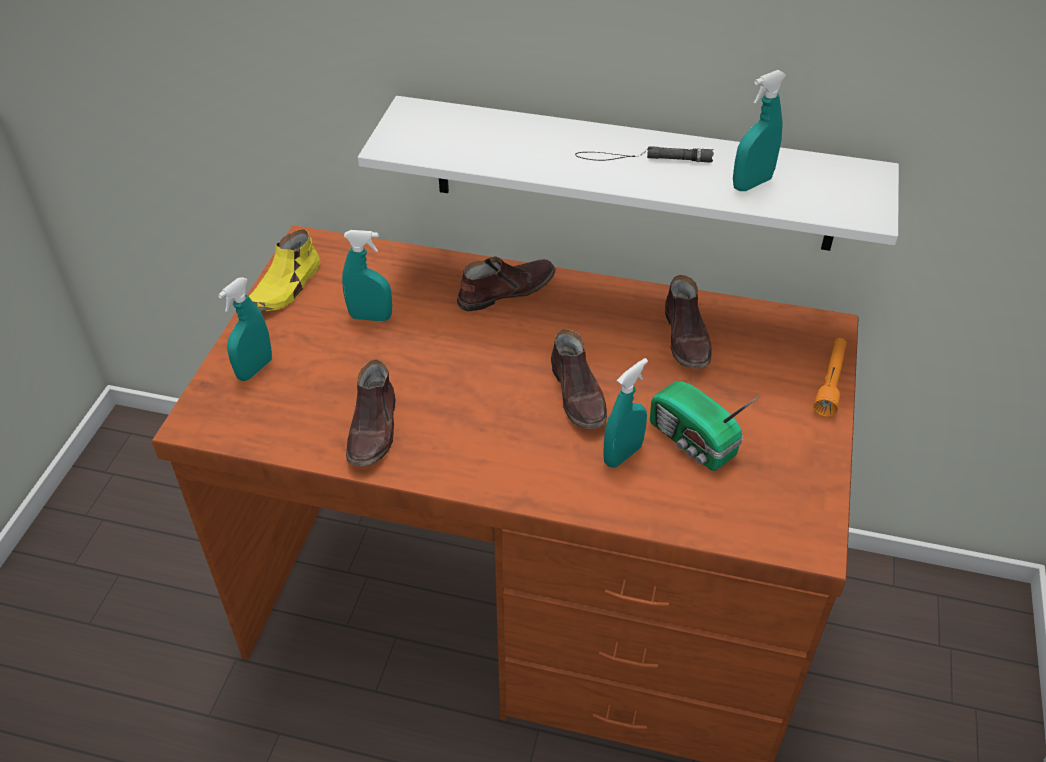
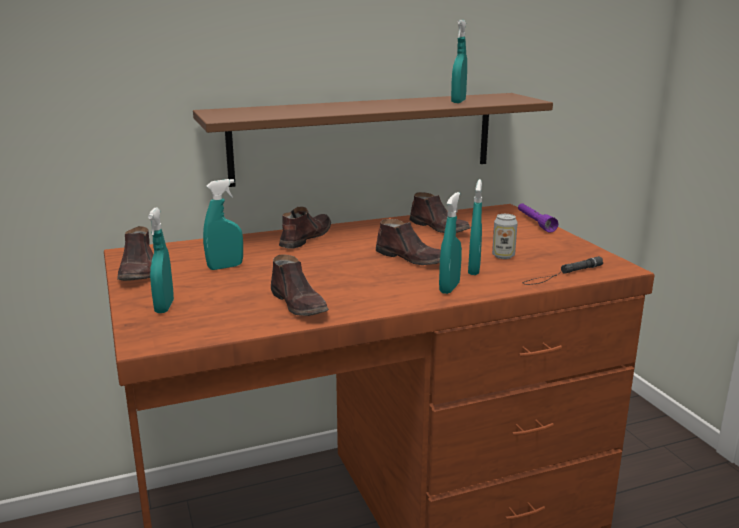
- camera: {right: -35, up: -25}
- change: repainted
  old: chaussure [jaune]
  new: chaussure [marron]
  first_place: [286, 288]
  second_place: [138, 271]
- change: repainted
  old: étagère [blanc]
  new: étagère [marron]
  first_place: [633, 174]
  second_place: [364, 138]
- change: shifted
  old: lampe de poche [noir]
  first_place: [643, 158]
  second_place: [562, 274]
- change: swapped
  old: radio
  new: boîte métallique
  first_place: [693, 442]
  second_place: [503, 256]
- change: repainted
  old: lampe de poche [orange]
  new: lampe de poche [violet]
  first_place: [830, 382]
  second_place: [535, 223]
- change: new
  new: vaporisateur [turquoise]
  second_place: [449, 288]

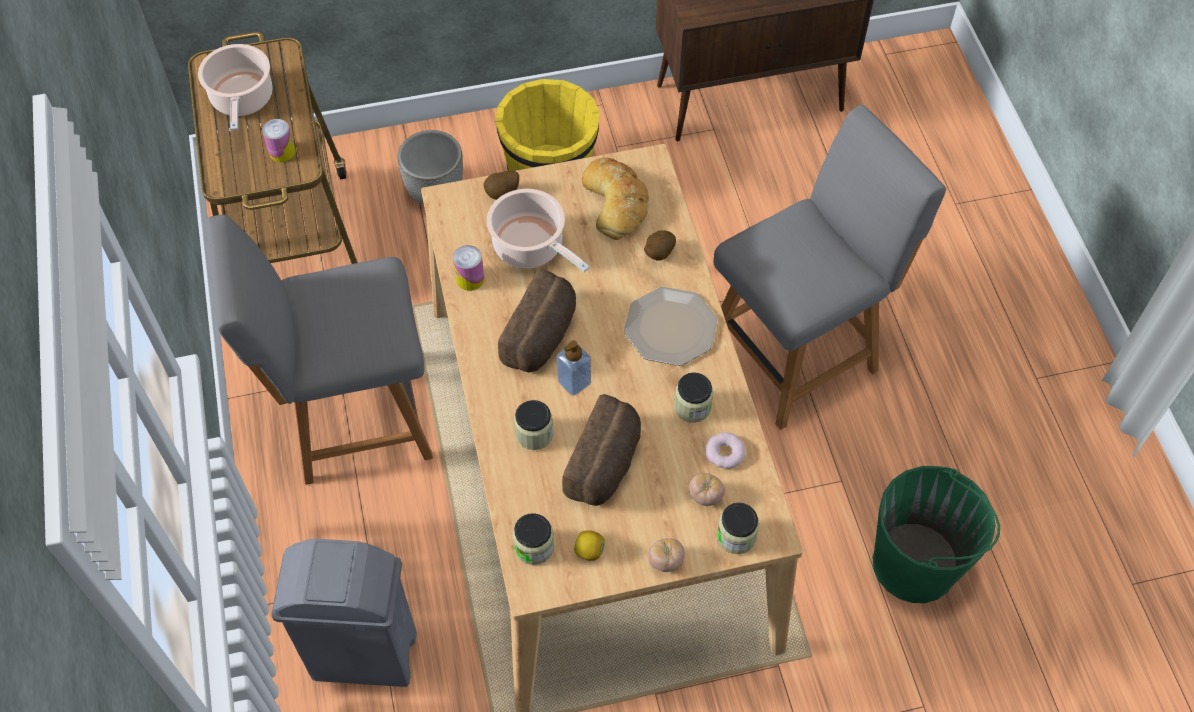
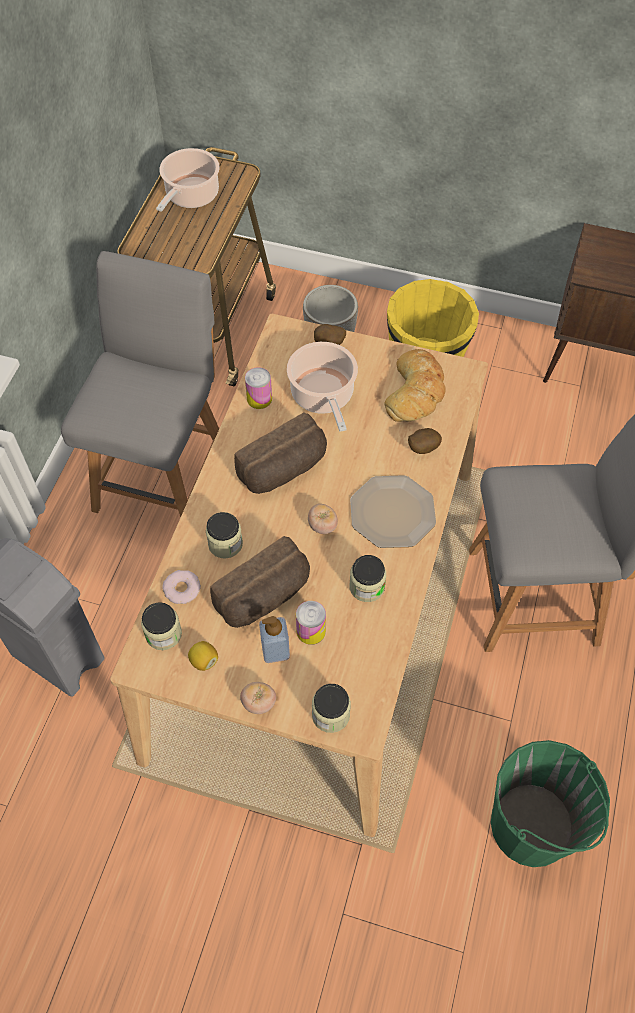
- camera: {right: 30, up: 0}
- change: rotated
  old: chaise [gris]
  first_place: [353, 418]
  second_place: [164, 477]
  degrees: 90
- change: shifted
  old: boîte métallique
  first_place: [282, 152]
  second_place: [311, 631]
- change: shifted
  old: distributeur de savon
  first_place: [574, 382]
  second_place: [275, 650]
- change: shifted
  old: tomate
  first_place: [705, 496]
  second_place: [322, 526]
- change: shifted
  old: beignet
  first_place: [725, 453]
  second_place: [181, 589]

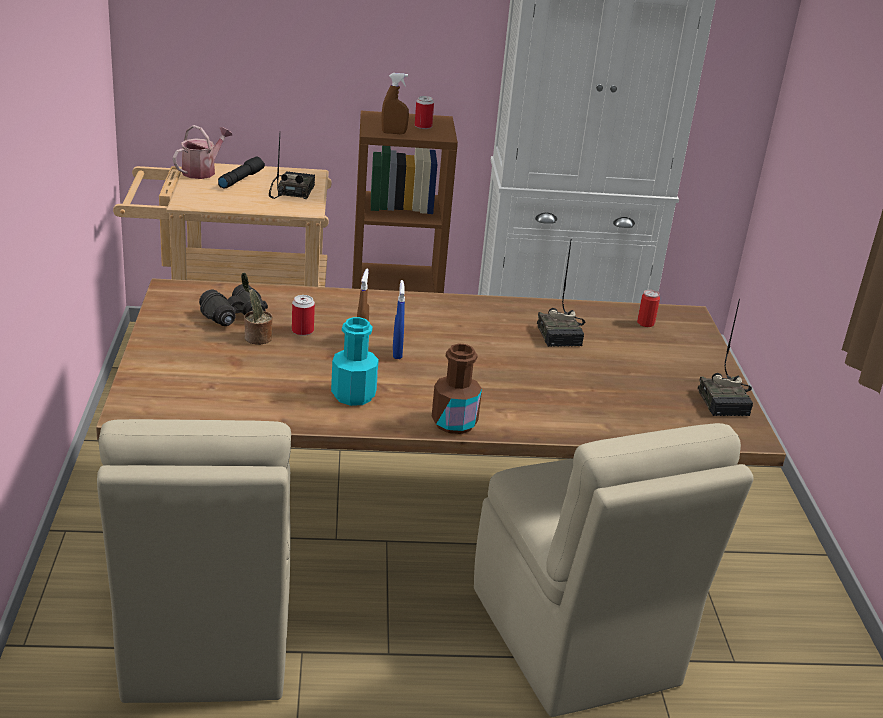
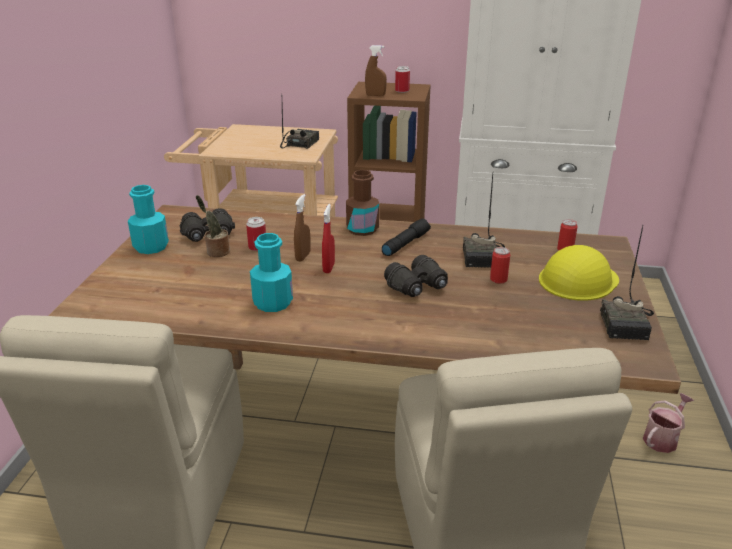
- camera: {right: 15, up: 0}
- change: shifted
  old: arrosoir
  first_place: [202, 171]
  second_place: [662, 438]
- change: shifted
  old: lampe de poche [noir]
  first_place: [240, 179]
  second_place: [405, 243]
- change: repainted
  old: vaporisateur [bleu]
  new: vaporisateur [rouge]
  first_place: [397, 353]
  second_place: [328, 268]
- change: shifted
  old: bouteille [marron]
  first_place: [454, 423]
  second_place: [362, 229]
- change: new
  new: bouteille [turquoise]
  second_place: [151, 247]
- change: new
  new: jumelles [noir]
  second_place: [418, 287]
- change: new
  new: boîte métallique
  second_place: [498, 279]
- change: new
  new: casque de chantier [jaune]
  second_place: [578, 280]

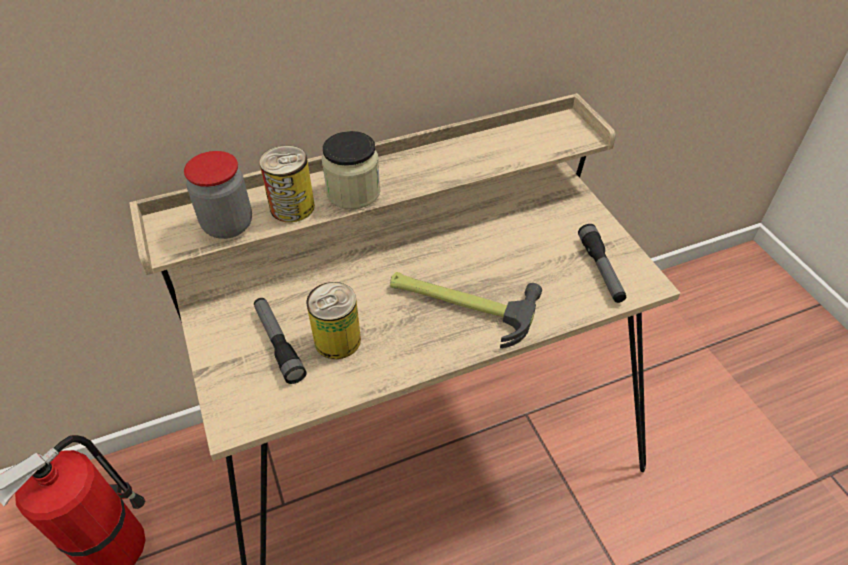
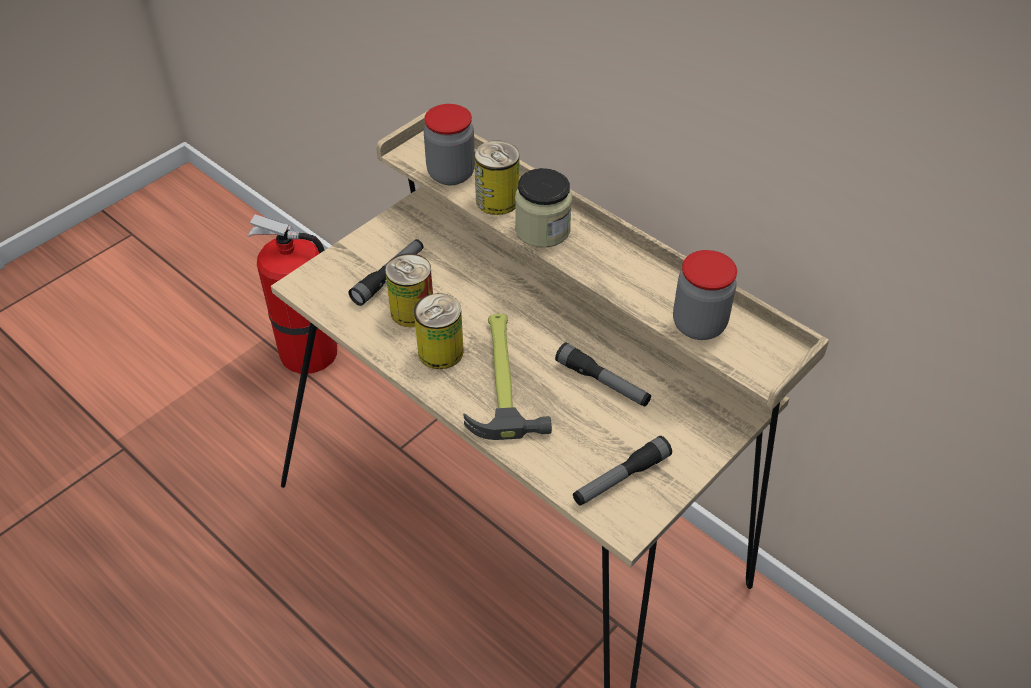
- camera: {right: 65, up: 0}
- change: new
  new: boîte métallique
  second_place: [440, 352]
- change: new
  new: lampe de poche
  second_place: [602, 382]
- change: new
  new: bocal
  second_place: [699, 325]

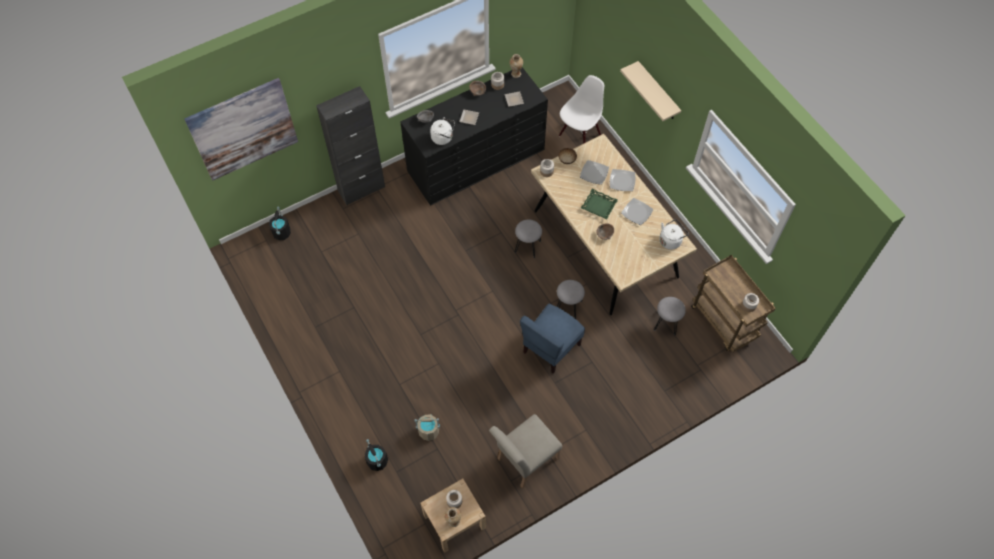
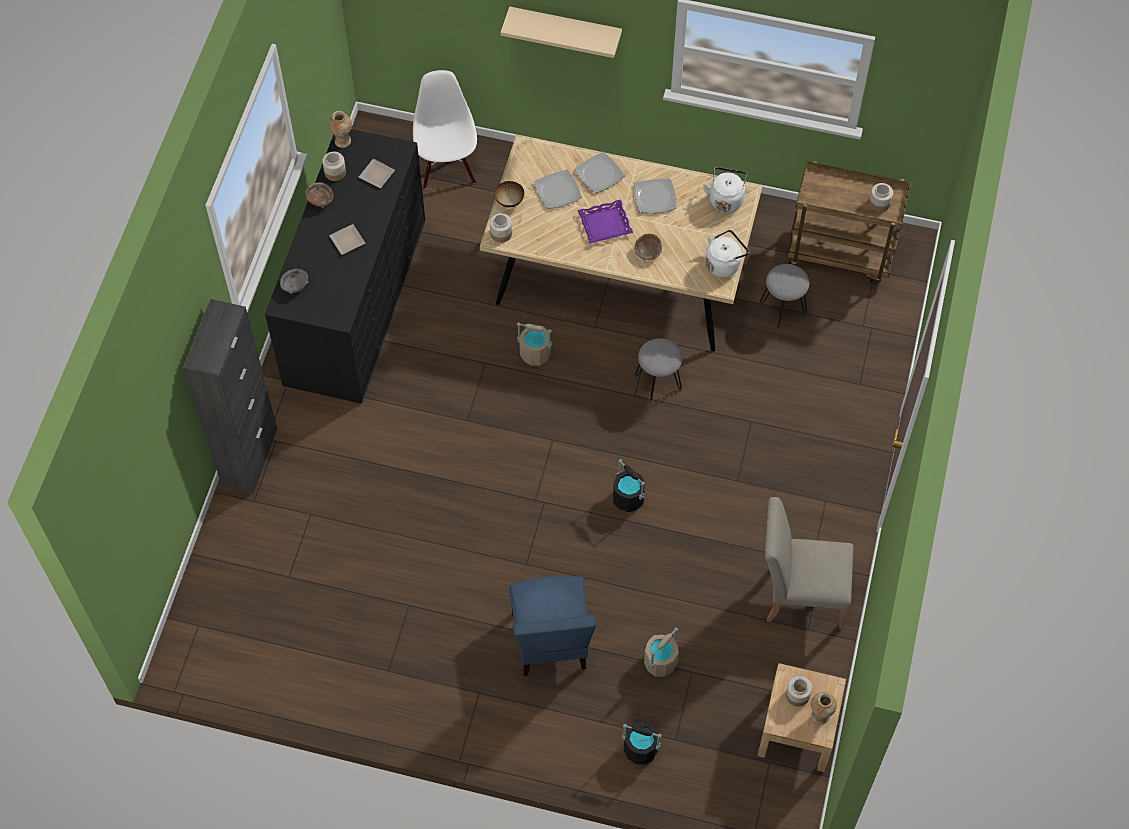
- camera: {right: -45, up: 0}
- change: gone
  old: tableau
  first_place: [243, 129]
- change: shifted
  old: seau [noir]
  first_place: [281, 233]
  second_place: [628, 498]
- change: shifted
  old: bouilloire [blanc]
  first_place: [443, 138]
  second_place: [724, 263]
- change: rotated
  old: chaise [beige]
  first_place: [524, 461]
  second_place: [798, 595]
  degrees: 90
- change: swapped
  old: tabouret [gris]
  new: seau [beige]
  first_place: [527, 246]
  second_place: [535, 353]
- change: shifted
  old: chaise [bleu]
  first_place: [550, 348]
  second_place: [551, 640]
- change: repainted
  old: plateau [vert]
  new: plateau [violet]
  first_place: [599, 205]
  second_place: [605, 224]

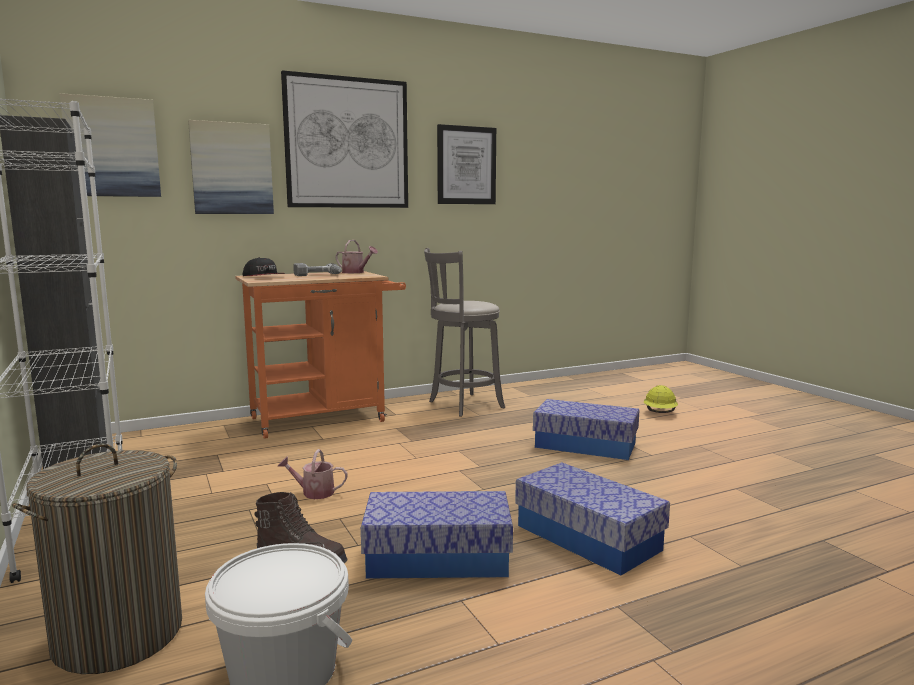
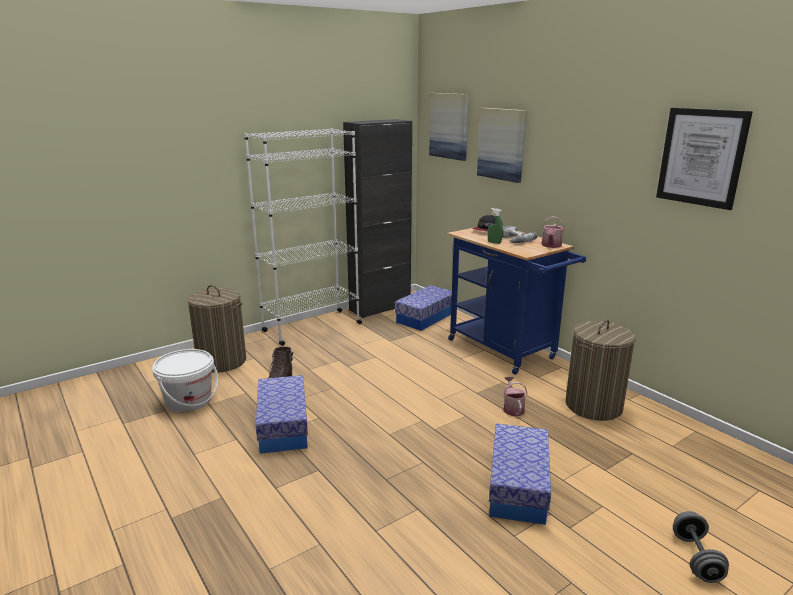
- camera: {right: 80, up: 10}
- change: repainted
  old: chariot [orange]
  new: chariot [bleu]
  first_place: [326, 418]
  second_place: [506, 351]
- change: shifted
  old: arrosoir
  first_place: [314, 492]
  second_place: [512, 408]
- change: gone
  old: tableau
  first_place: [347, 143]
- change: swapped
  old: tabouret [gris]
  new: panier à linge
  first_place: [462, 405]
  second_place: [593, 406]
- change: shifted
  old: boîte de rangement
  first_place: [588, 537]
  second_place: [425, 317]
- change: swapped
  old: casque de chantier [jaune]
  new: haltère [gris]
  first_place: [660, 413]
  second_place: [696, 558]
- change: new
  new: vaporisateur [vert]
  second_place: [494, 243]

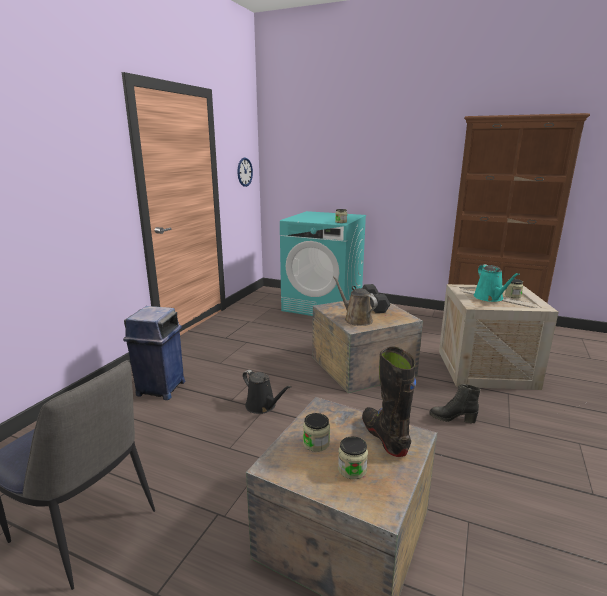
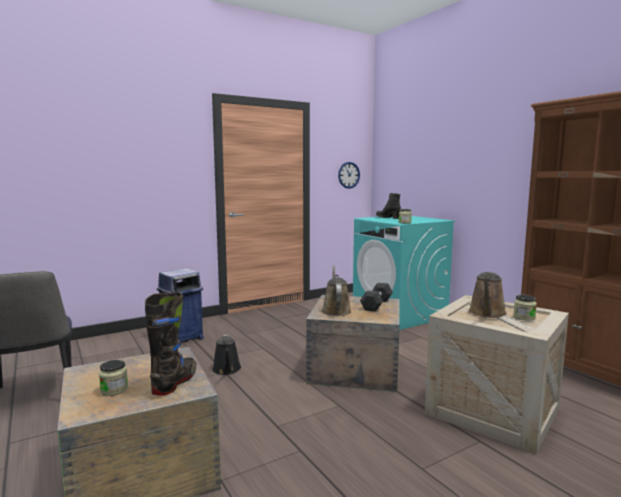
- camera: {right: 35, up: -10}
- change: gone
  old: bocal
  first_place: [316, 443]
- change: shifted
  old: botte [noir]
  first_place: [452, 418]
  second_place: [388, 218]
- change: repainted
  old: arrosoir [turquoise]
  new: arrosoir [marron]
  first_place: [490, 298]
  second_place: [487, 313]

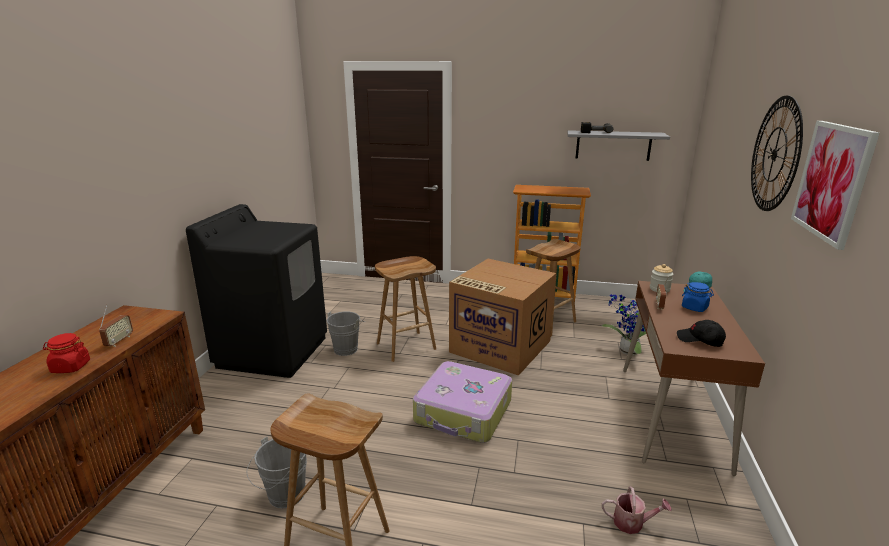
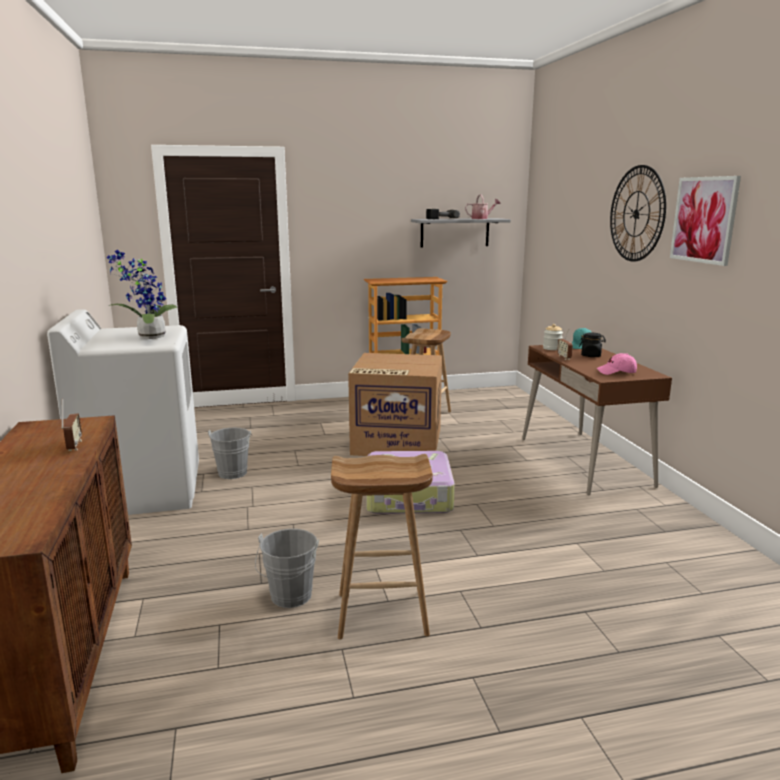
- camera: {right: -25, up: -5}
- change: gone
  old: bocal [rouge]
  first_place: [70, 367]
- change: repainted
  old: lave-linge [noir]
  new: lave-linge [blanc]
  first_place: [273, 351]
  second_place: [142, 491]
- change: gone
  old: tabouret [marron]
  first_place: [406, 346]
- change: shifted
  old: plante en pot
  first_place: [626, 351]
  second_place: [148, 337]
- change: shifted
  old: arrosoir
  first_place: [632, 523]
  second_place: [481, 218]
- change: repainted
  old: casquette [noir]
  new: casquette [rose]
  first_place: [700, 340]
  second_place: [616, 372]
- change: repainted
  old: bocal [bleu]
  new: bocal [noir]
  first_place: [694, 308]
  second_place: [591, 355]

